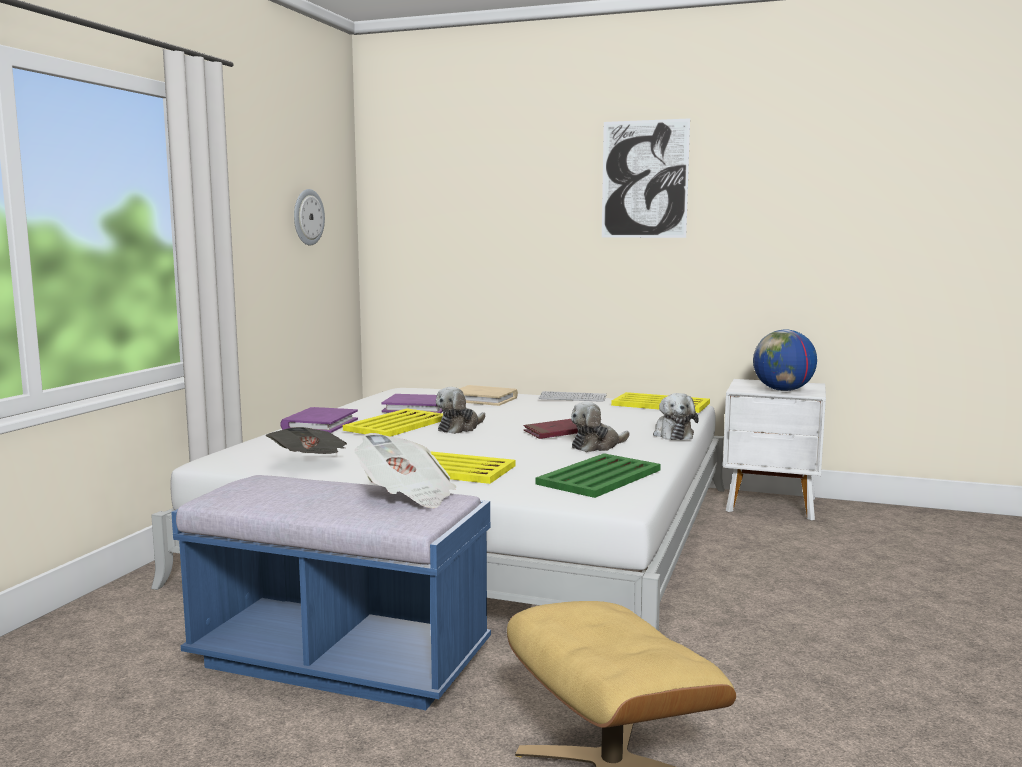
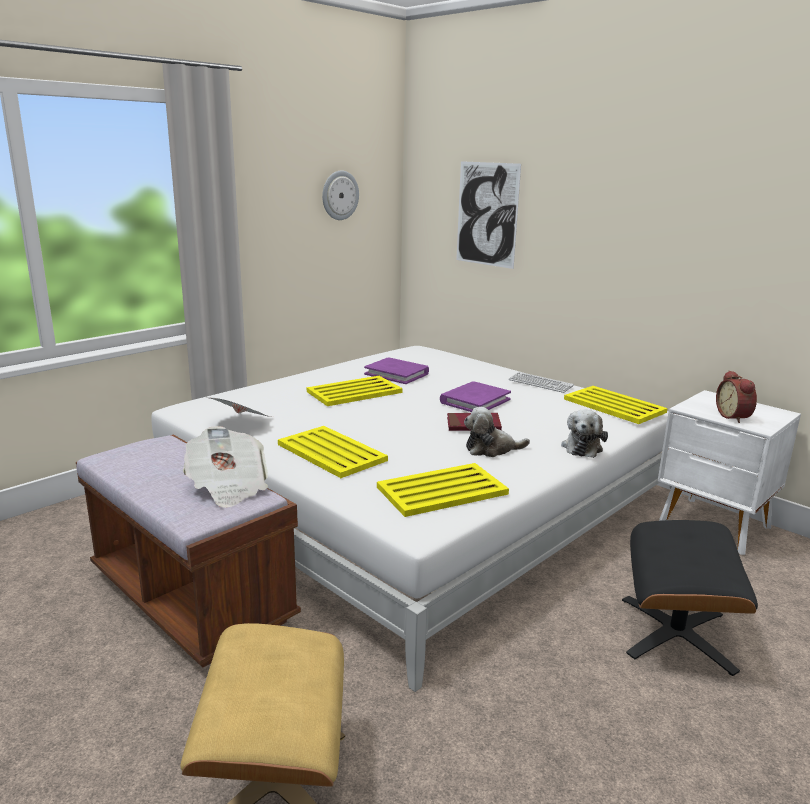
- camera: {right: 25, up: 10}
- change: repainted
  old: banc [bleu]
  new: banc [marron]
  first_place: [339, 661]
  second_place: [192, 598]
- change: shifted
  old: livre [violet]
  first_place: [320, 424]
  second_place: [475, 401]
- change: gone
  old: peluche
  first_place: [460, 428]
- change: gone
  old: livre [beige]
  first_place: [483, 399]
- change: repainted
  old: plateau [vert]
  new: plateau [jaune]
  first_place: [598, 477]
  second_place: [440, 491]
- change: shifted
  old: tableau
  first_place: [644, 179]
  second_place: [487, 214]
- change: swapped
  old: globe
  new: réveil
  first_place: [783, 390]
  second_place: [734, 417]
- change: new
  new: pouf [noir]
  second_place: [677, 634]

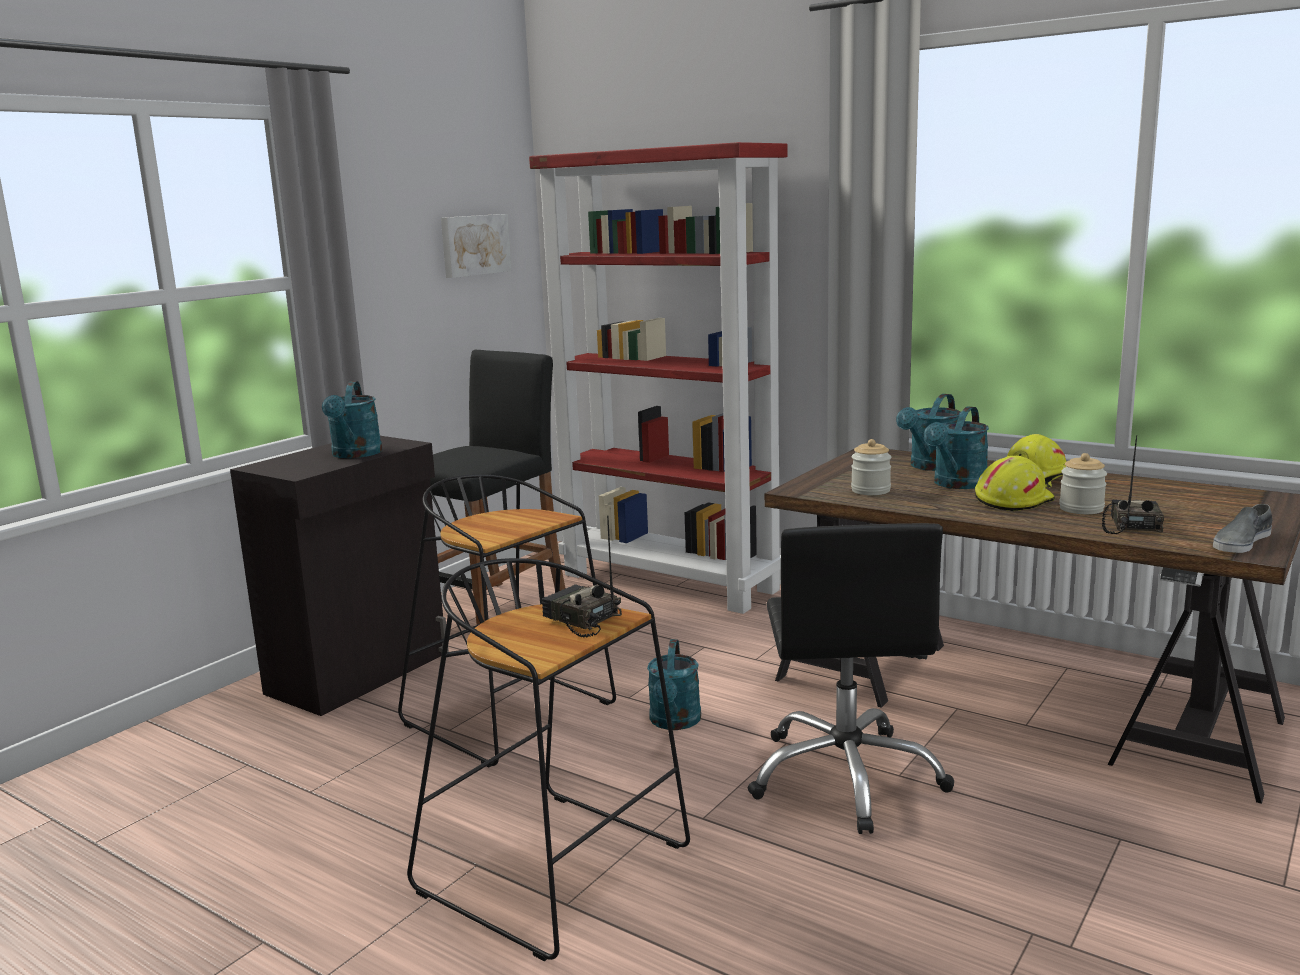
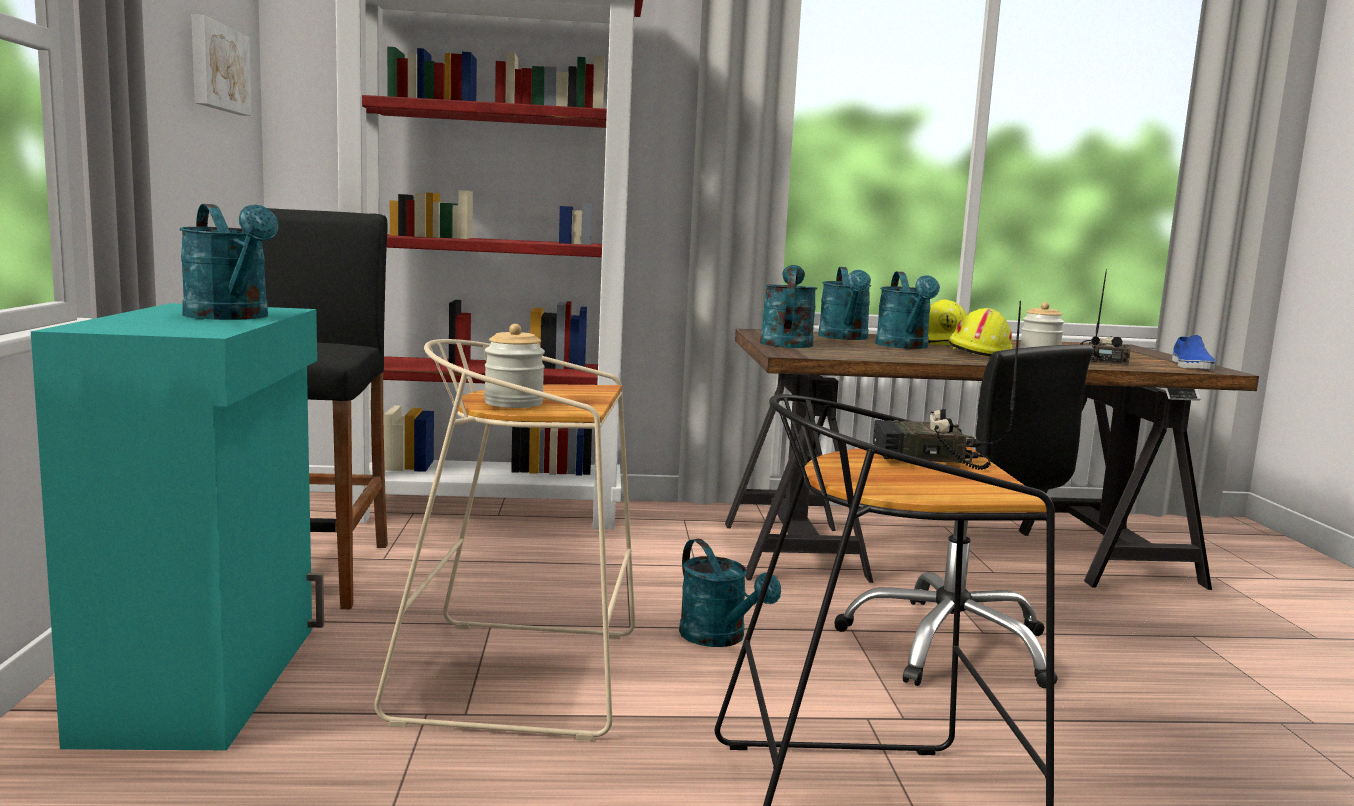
- camera: {right: -40, up: -5}
- change: repainted
  old: meuble de rangement [noir]
  new: meuble de rangement [turquoise]
  first_place: [361, 673]
  second_place: [209, 680]
- change: repainted
  old: tabouret [noir]
  new: tabouret [beige]
  first_place: [513, 715]
  second_place: [524, 676]
- change: shifted
  old: bocal
  first_place: [870, 490]
  second_place: [514, 403]
- change: rotated
  old: radio
  first_place: [1130, 525]
  second_place: [1102, 361]
  degrees: 45
- change: repainted
  old: chaussure [gris]
  new: chaussure [bleu]
  first_place: [1241, 542]
  second_place: [1190, 366]
- change: new
  new: arrosoir [turquoise]
  second_place: [786, 342]

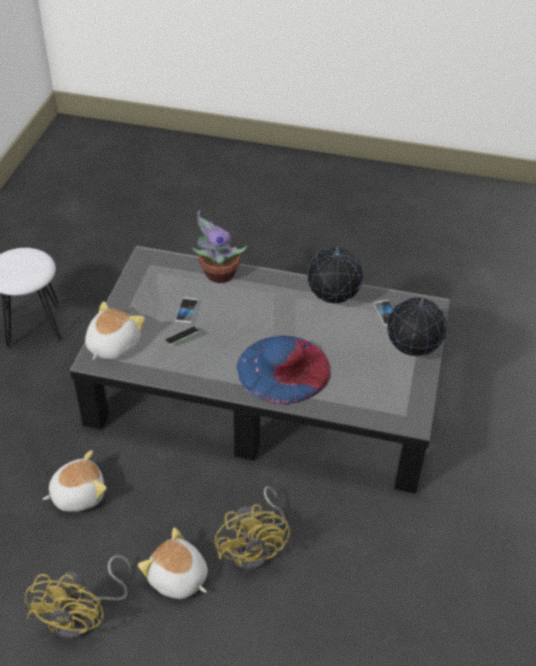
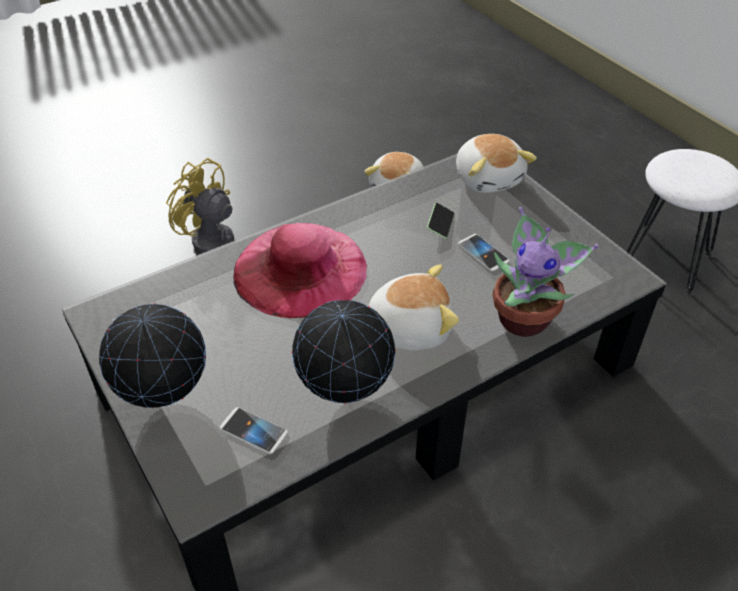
- camera: {right: 135, up: 0}
- change: gone
  old: ventilateur [jaune]
  first_place: [84, 615]
- change: shifted
  old: peluche
  first_place: [177, 578]
  second_place: [408, 328]
- change: repainted
  old: chapeau [bleu]
  new: chapeau [rose]
  first_place: [283, 368]
  second_place: [300, 269]

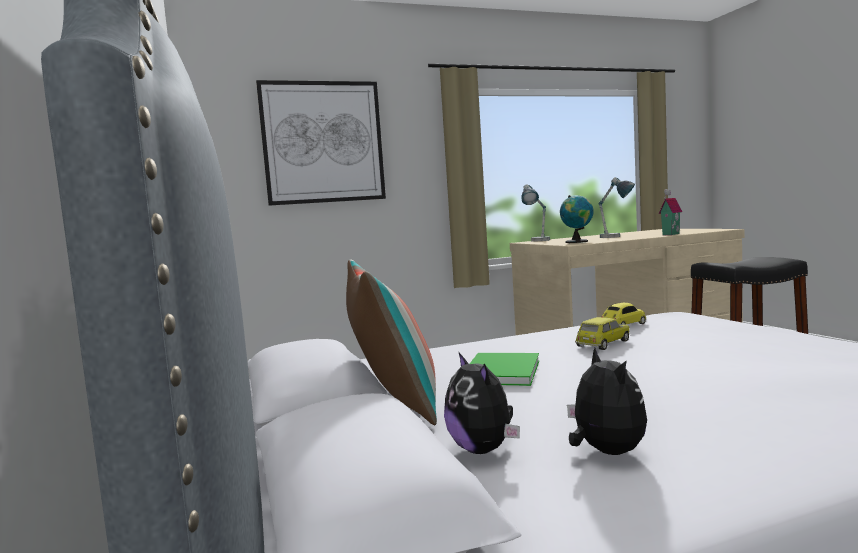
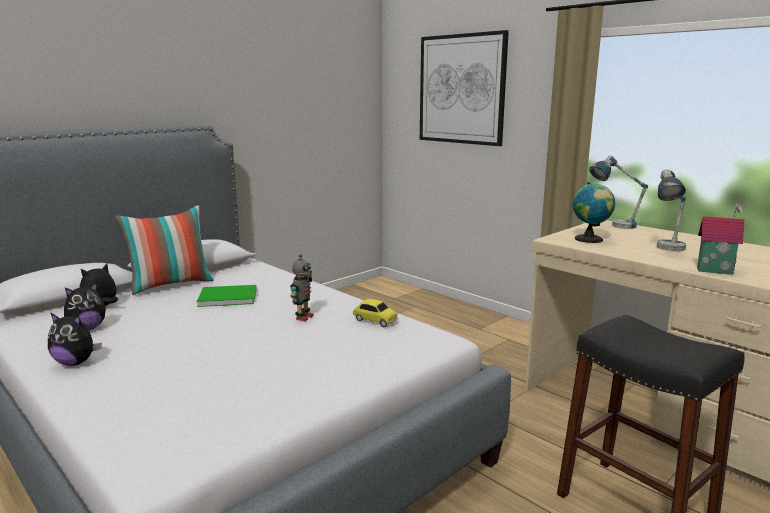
- camera: {right: 65, up: 10}
- change: swapped
  old: petite voiture
  new: robot jouet
  first_place: [603, 343]
  second_place: [303, 317]
- change: new
  new: peluche
  second_place: [76, 362]

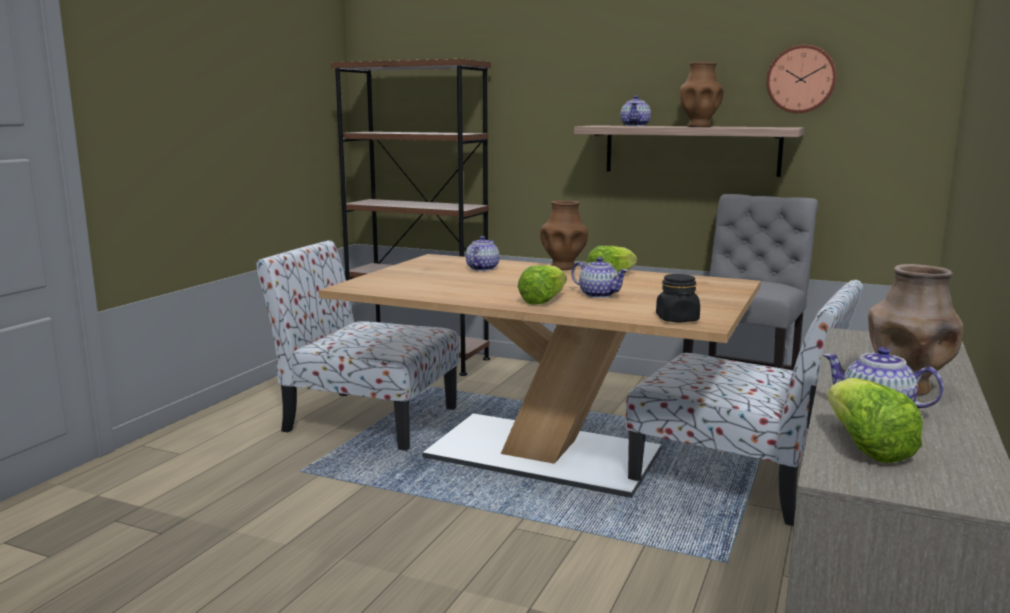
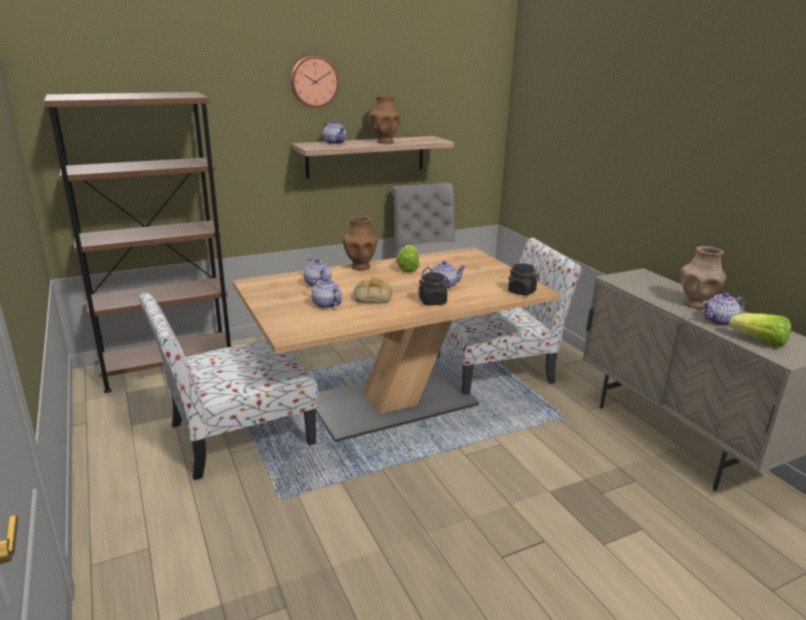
- camera: {right: -50, up: 10}
- change: swapped
  old: laitue
  new: bocal [noir]
  first_place: [543, 301]
  second_place: [433, 302]
- change: shifted
  old: horloge murale
  first_place: [801, 79]
  second_place: [314, 81]
- change: new
  new: théière
  second_place: [326, 304]
- change: new
  new: pain
  second_place: [372, 296]

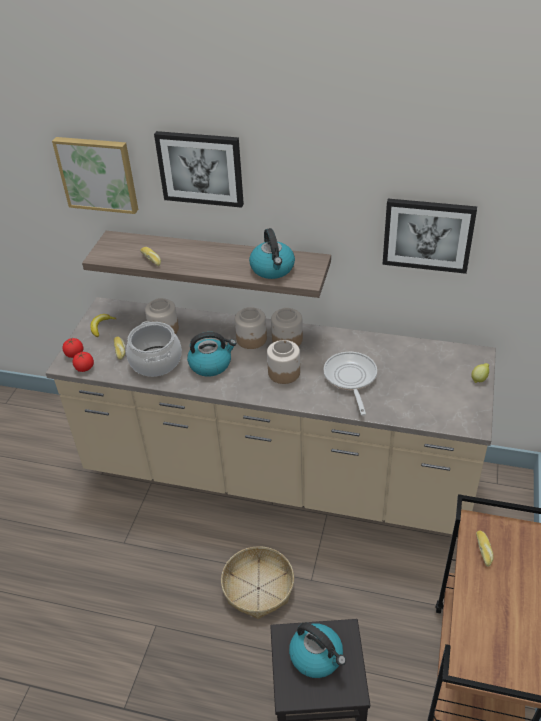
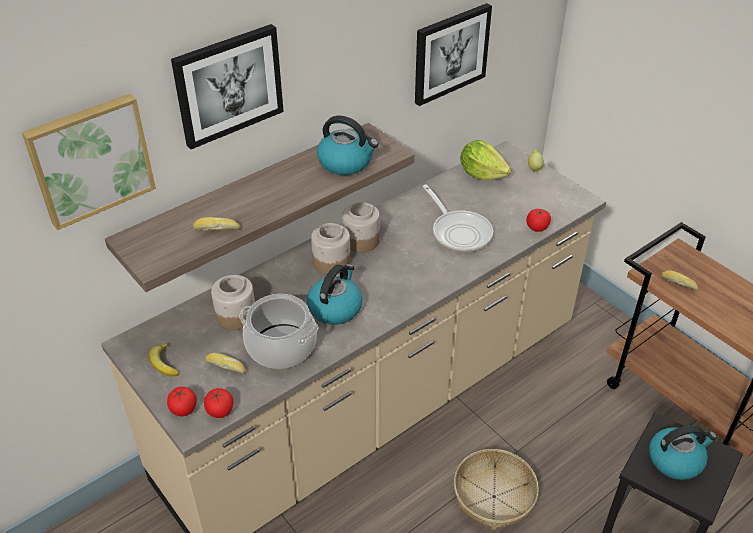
- camera: {right: -55, up: 0}
- change: gone
  old: bocal
  first_place: [284, 372]
- change: rotated
  old: poêle
  first_place: [350, 379]
  second_place: [459, 232]
  degrees: -150
- change: new
  new: laitue
  second_place: [482, 174]
- change: new
  new: tomate
  second_place: [537, 227]

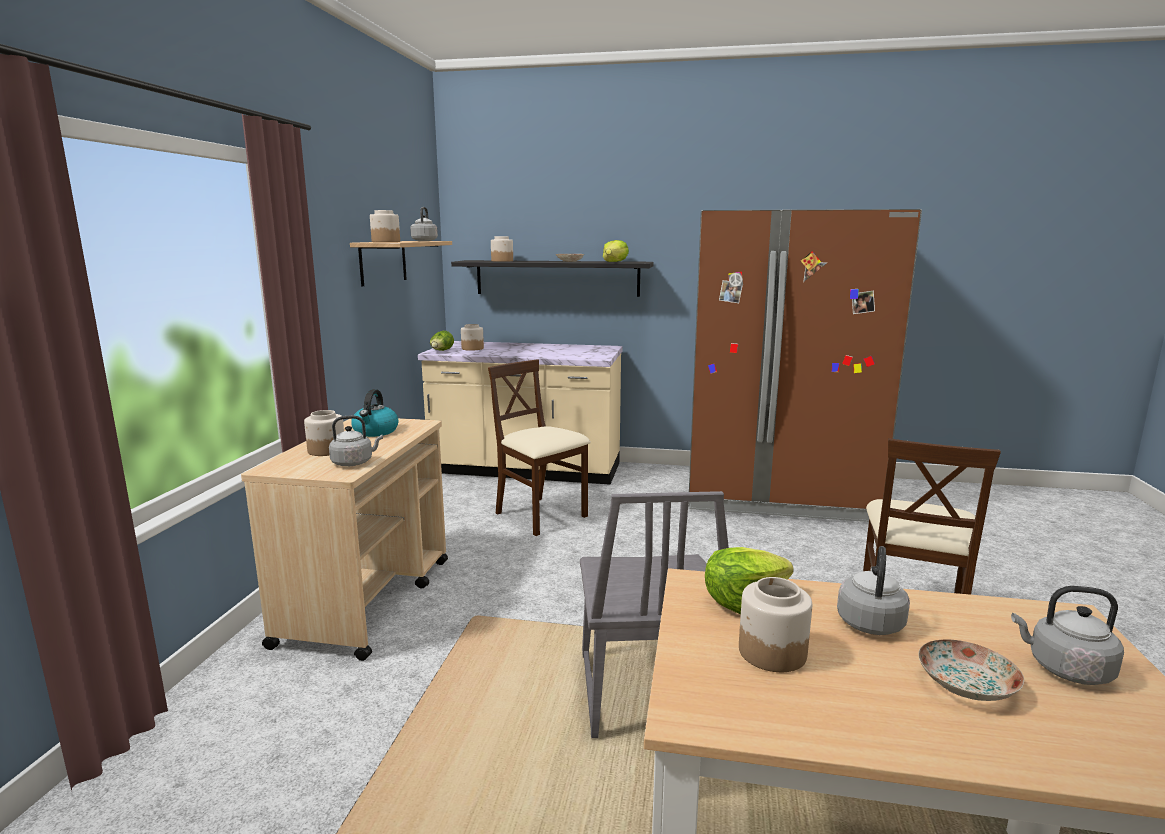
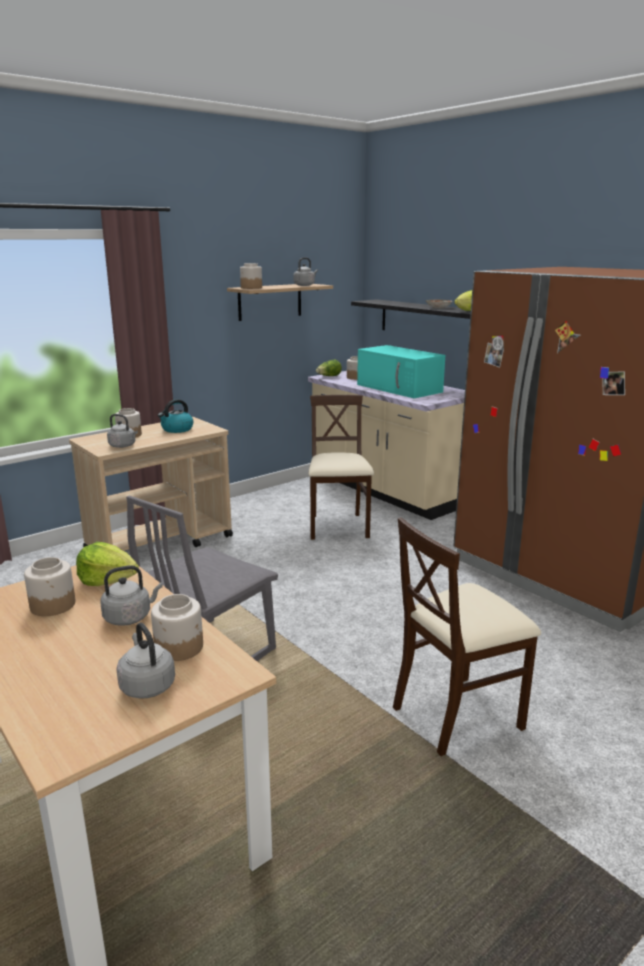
- camera: {right: 40, up: 5}
- change: shifted
  old: bocal
  first_place: [502, 261]
  second_place: [179, 647]
- change: gone
  old: assiette
  first_place: [966, 685]
- change: new
  new: micro-ondes [turquoise]
  second_place: [400, 388]

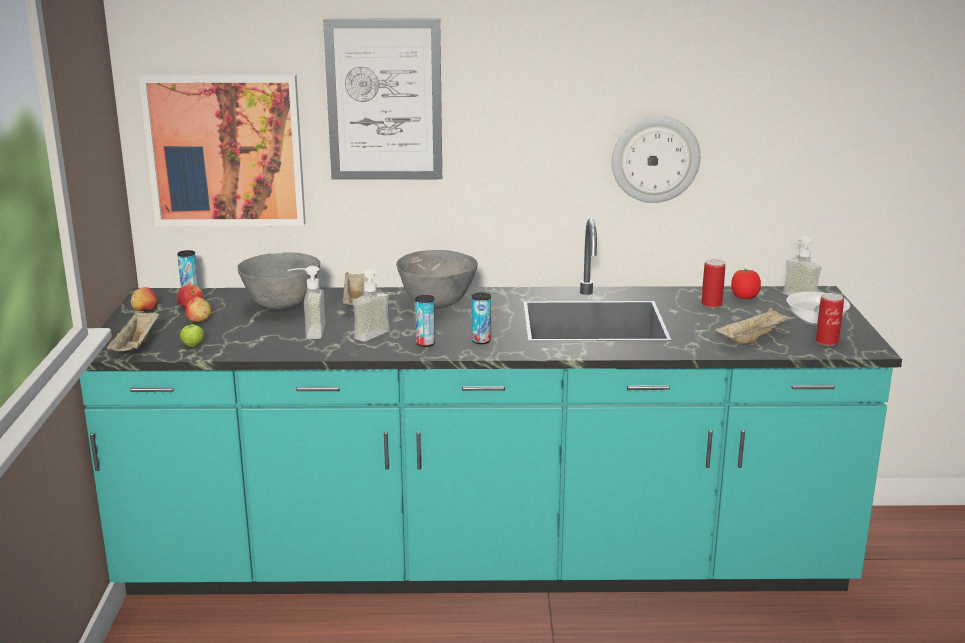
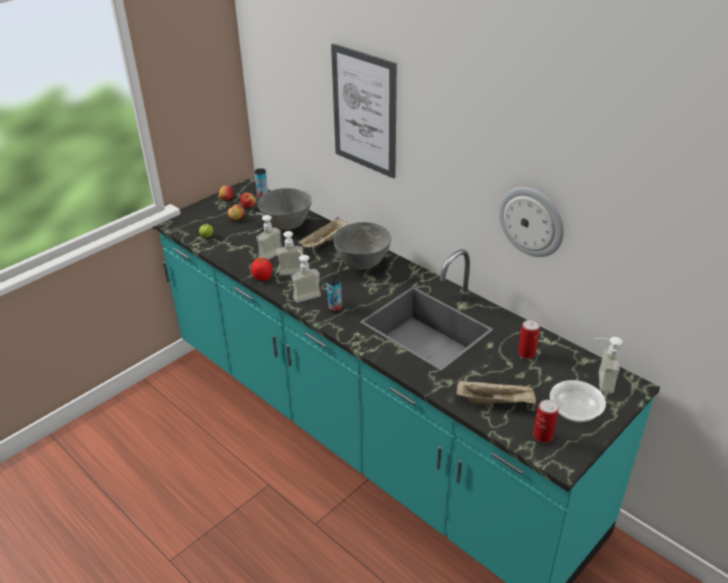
- camera: {right: 45, up: 15}
- change: gone
  old: plateau [beige]
  first_place: [136, 347]
- change: gone
  old: tableau
  first_place: [225, 150]
- change: swapped
  old: boîte métallique
  new: distributeur de savon
  first_place: [425, 343]
  second_place: [305, 294]
- change: shifted
  old: tomate
  first_place: [744, 297]
  second_place: [263, 277]

